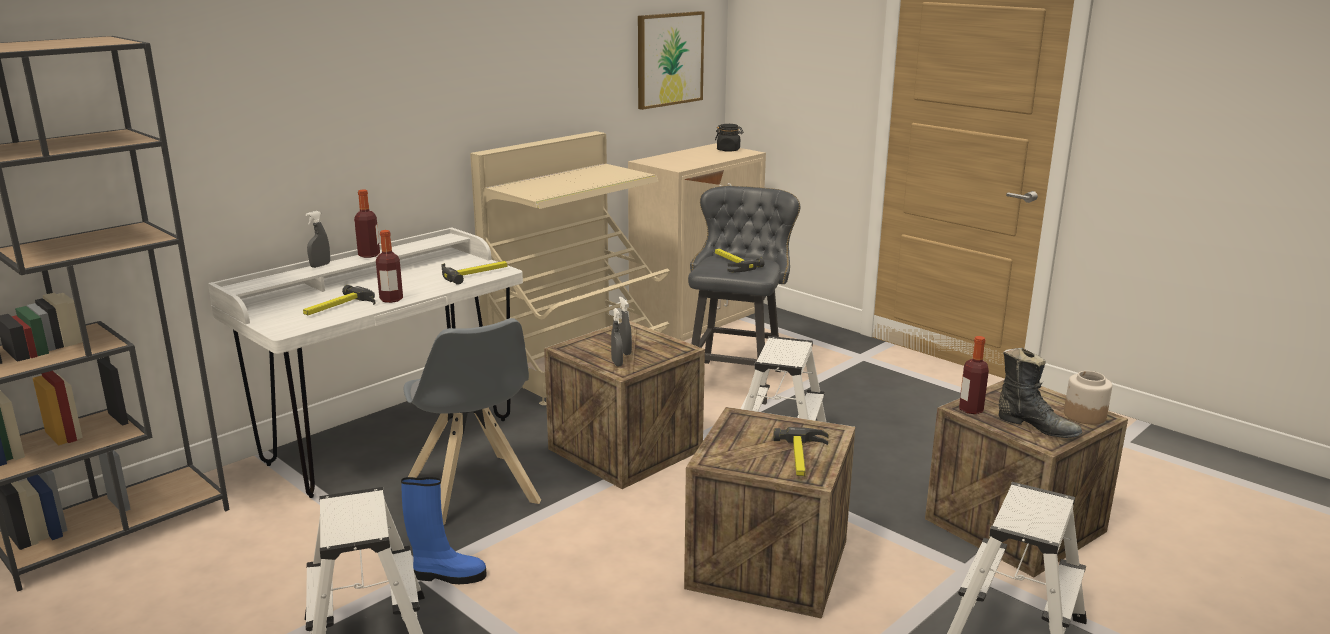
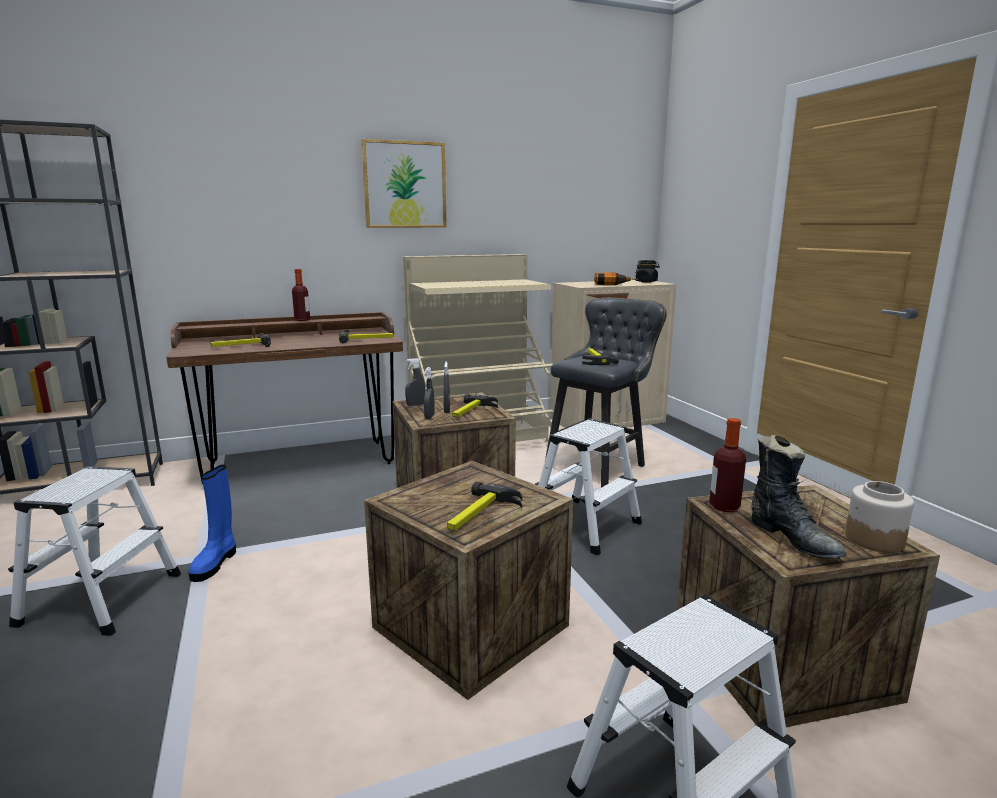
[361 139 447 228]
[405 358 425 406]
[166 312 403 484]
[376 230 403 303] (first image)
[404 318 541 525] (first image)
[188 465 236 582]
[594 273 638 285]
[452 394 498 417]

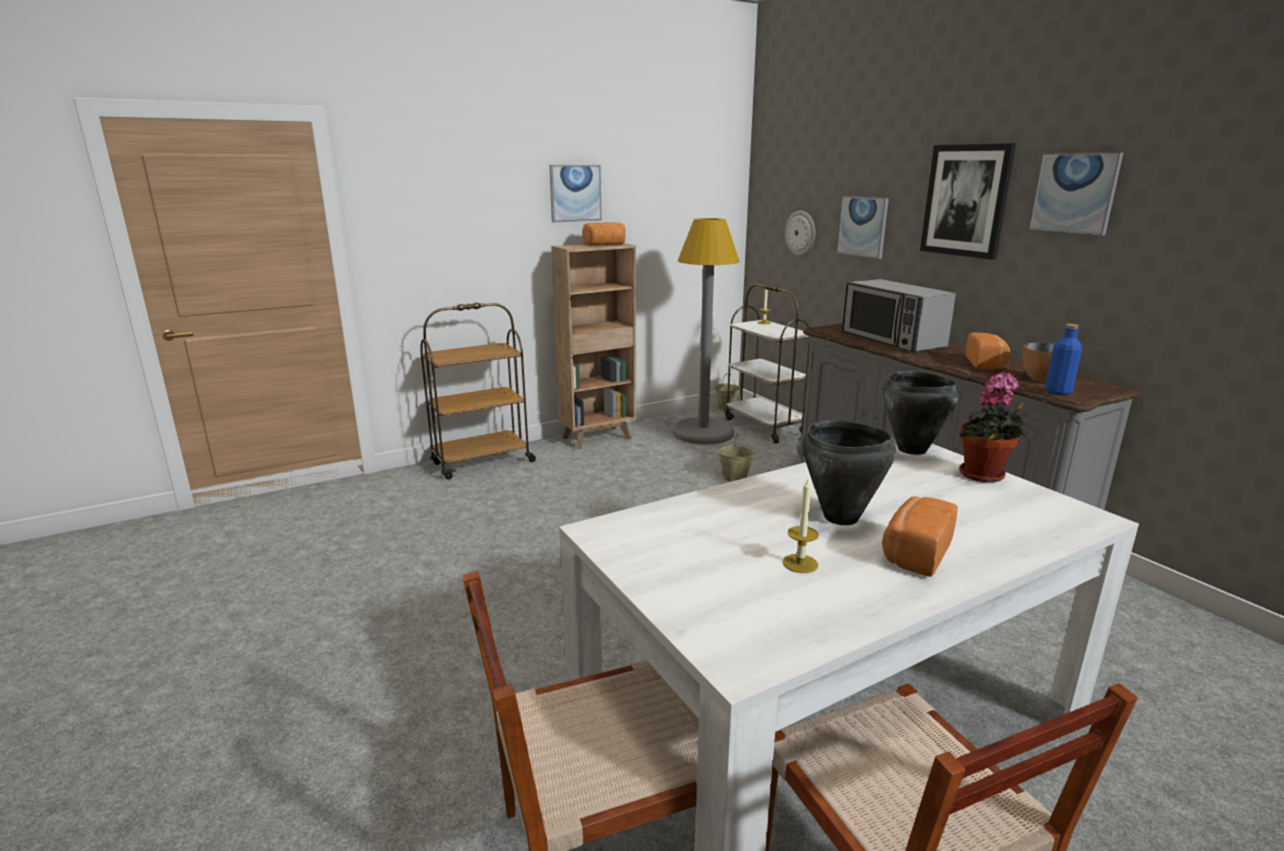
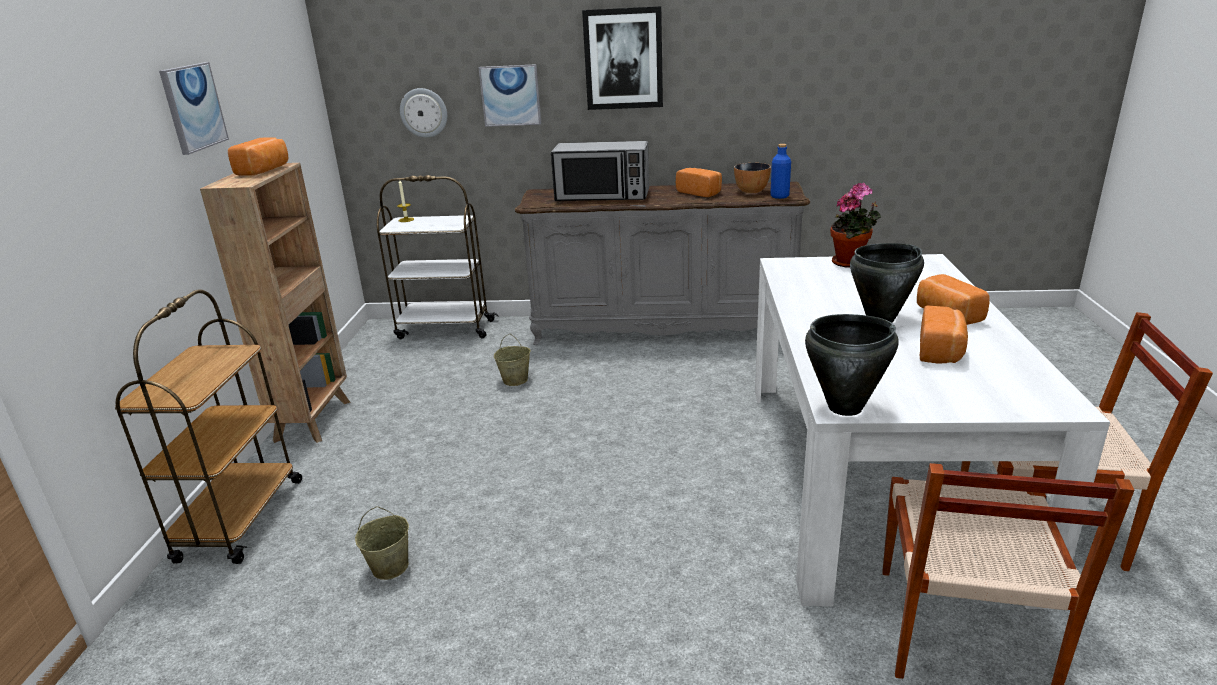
[1029 152 1124 236] (first image)
[673 218 739 445] (first image)
[805 314 898 416]
[355 506 409 580]
[920 306 968 364]

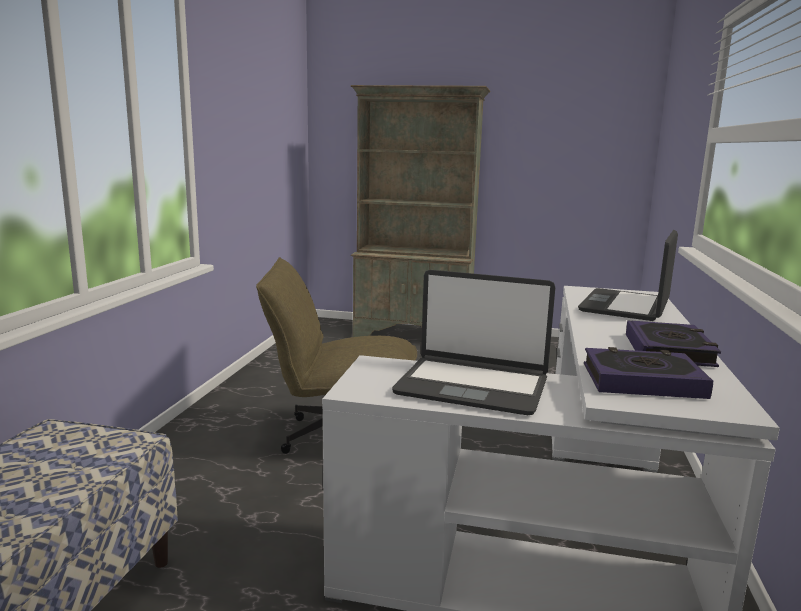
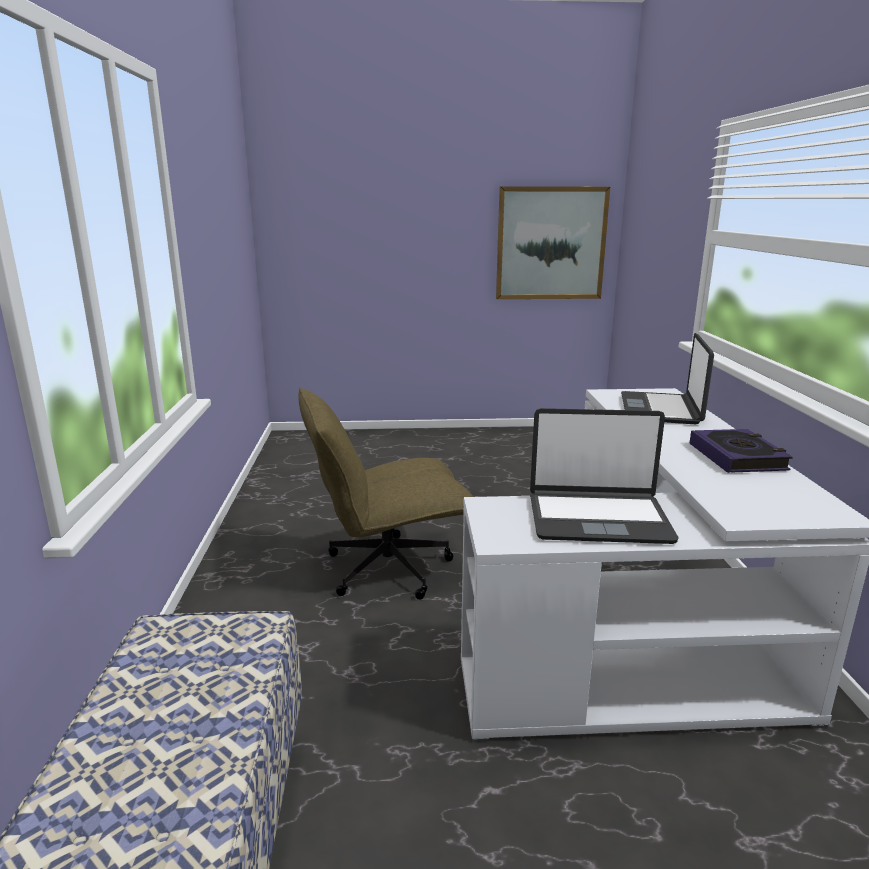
[351 85 491 337] (first image)
[584 347 713 399] (first image)
[496 186 610 299]

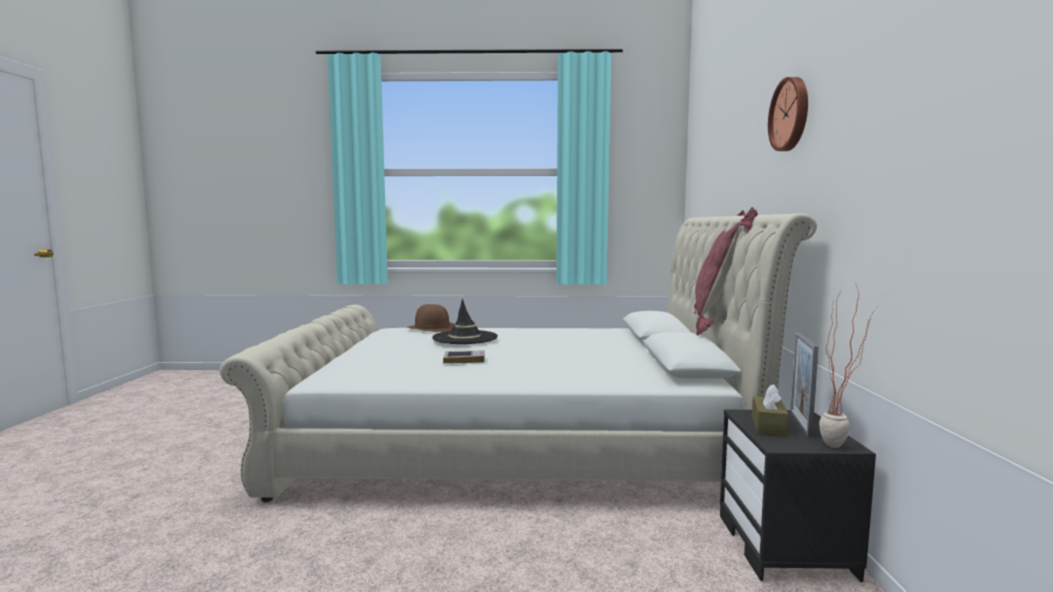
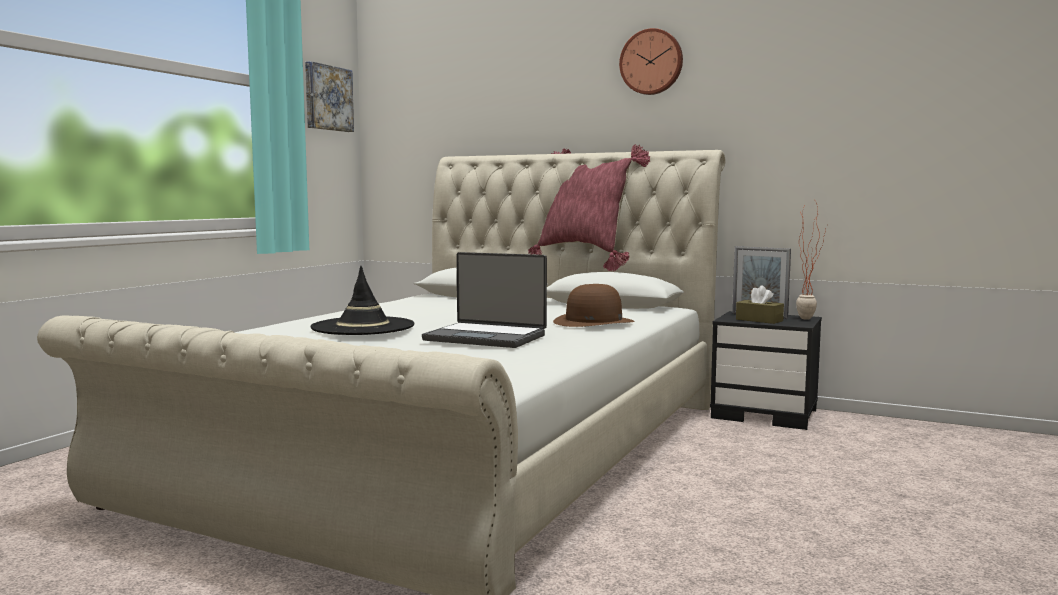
[553 284 635 327]
[422 252 547 348]
[305 61 354 132]

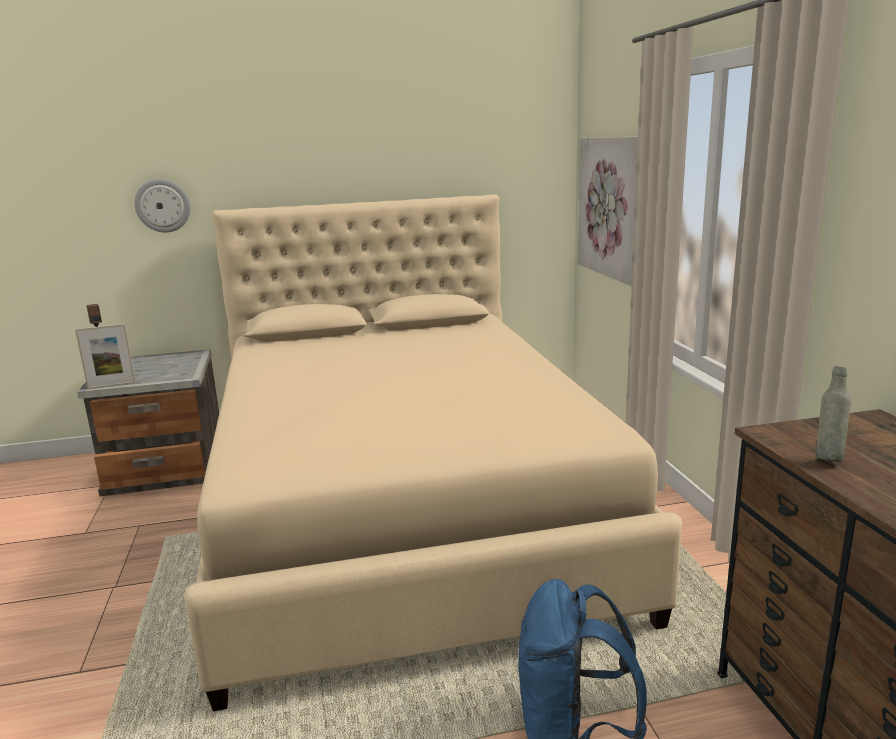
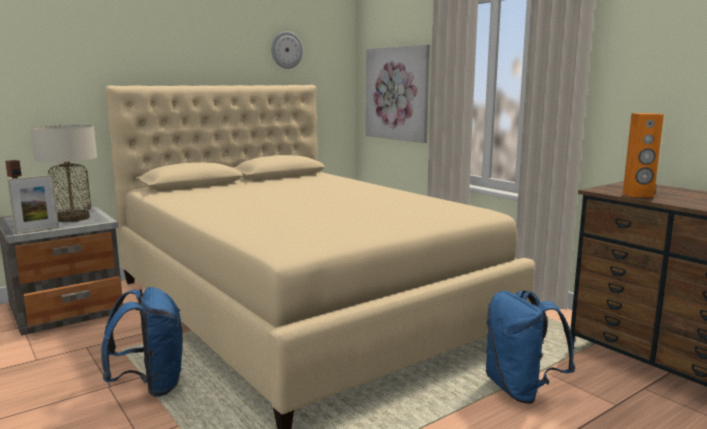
[271 31 303 69]
[623 113 664 197]
[30 125 97 222]
[101 287 183 397]

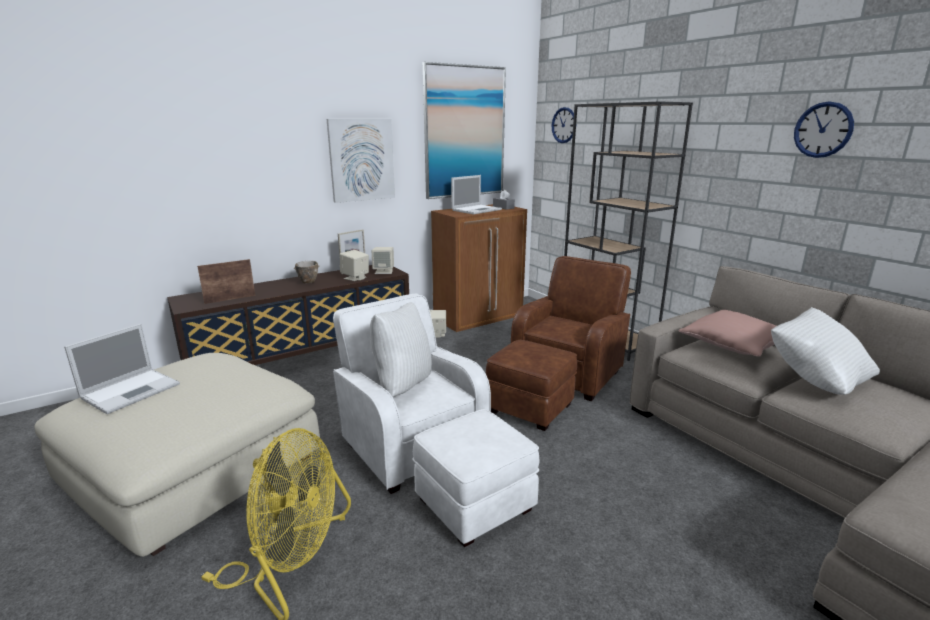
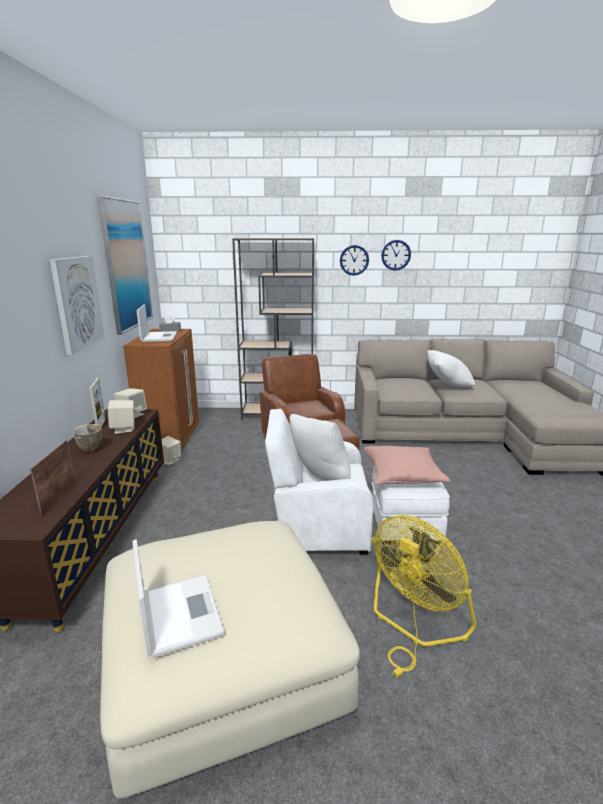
[340 245 369 276]
[364 446 450 485]

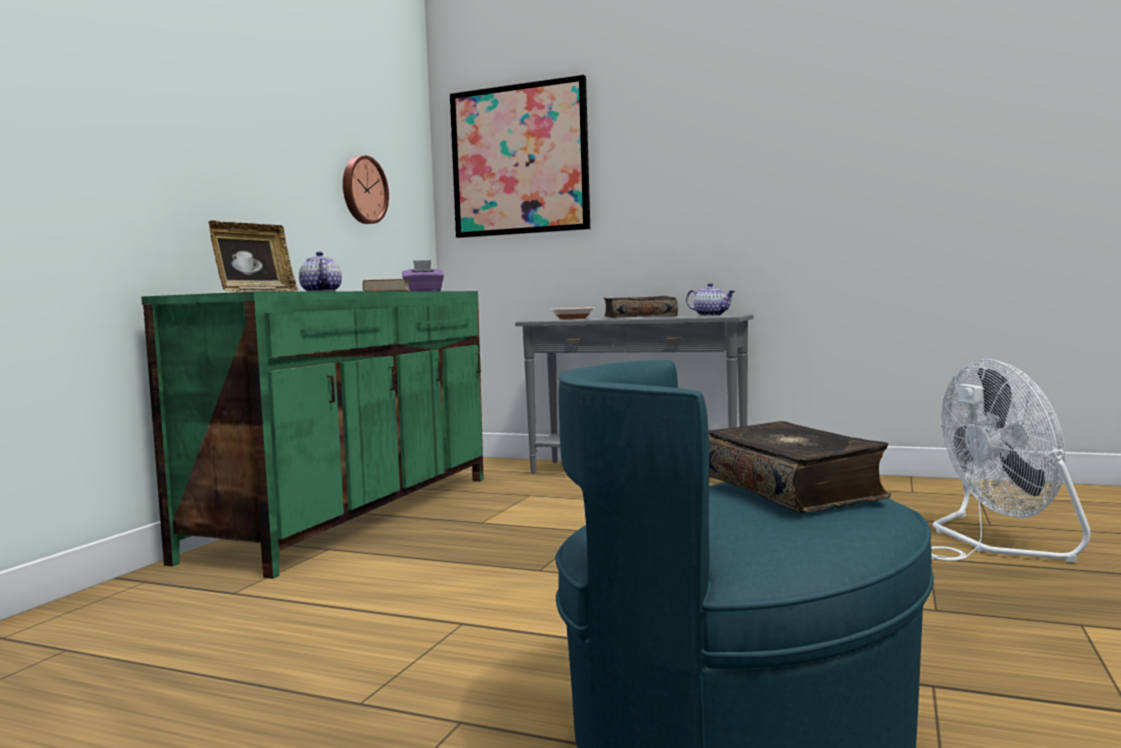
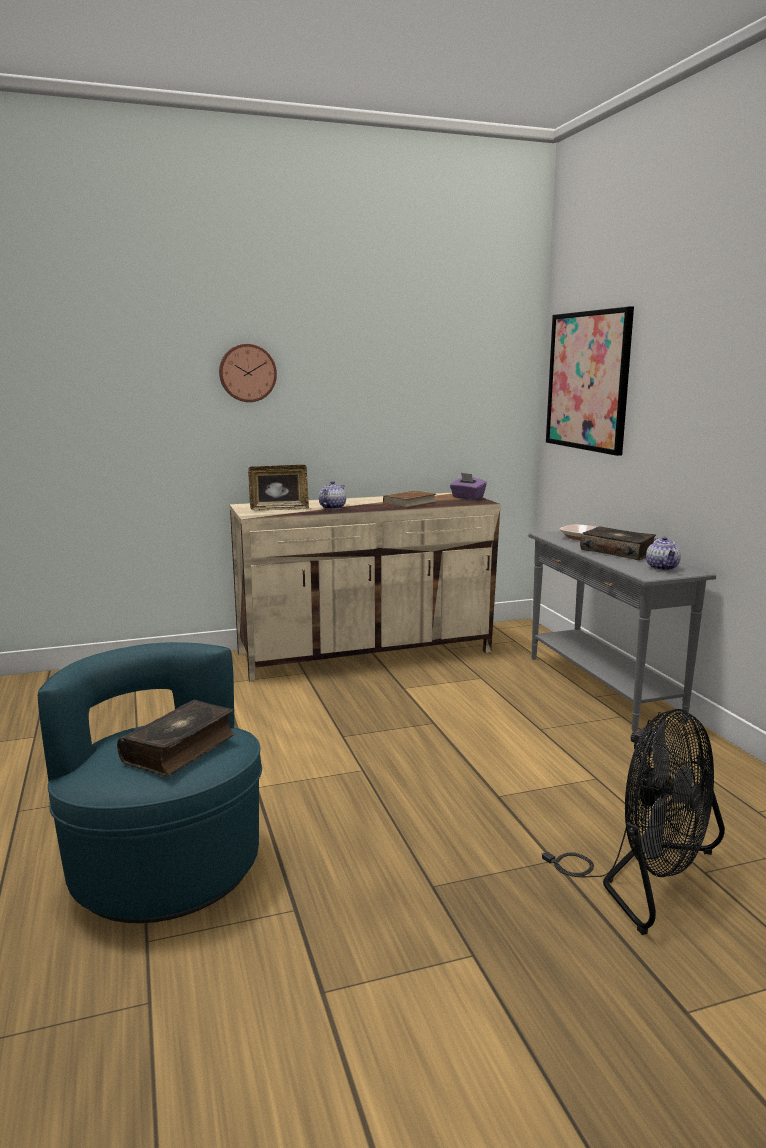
[219 344 277 402]
[229 493 500 682]
[541 709 725 935]

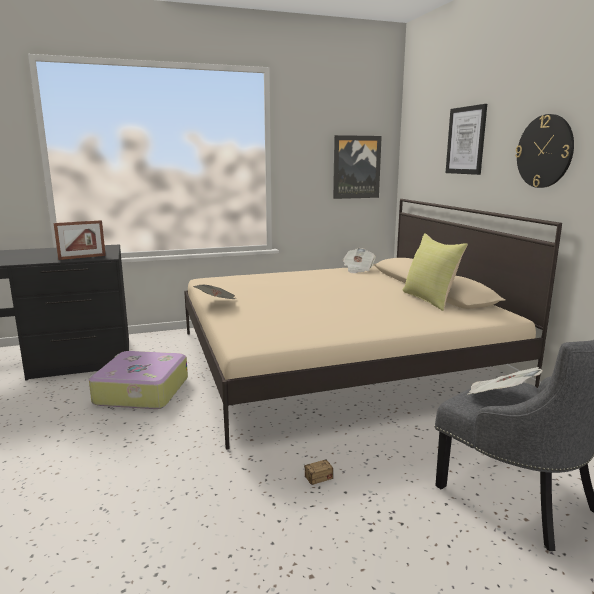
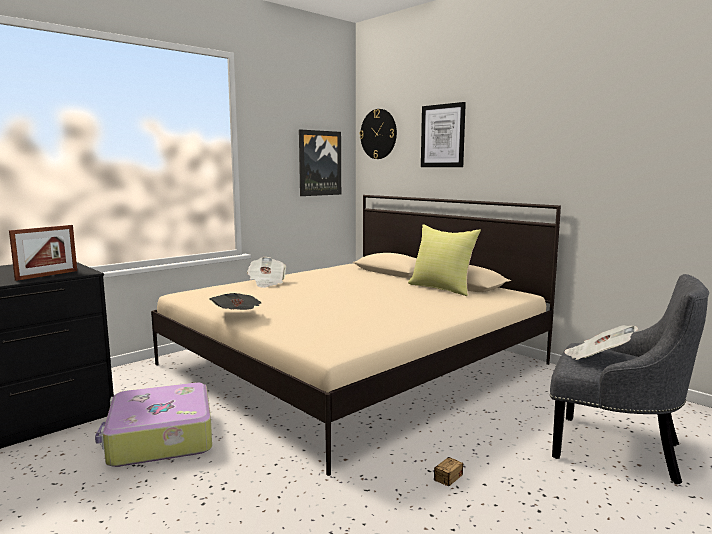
[359 109 397 159]
[247 257 286 288]

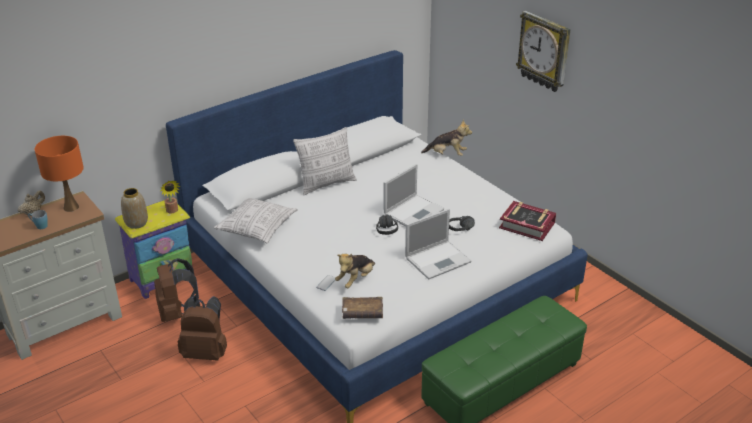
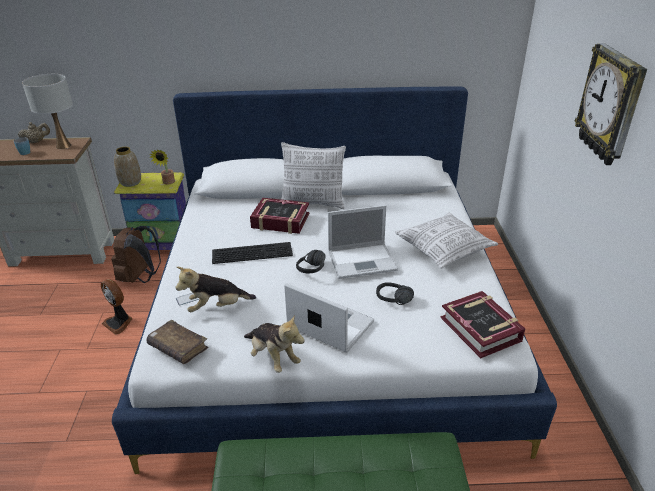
[244 315 305 373]
[22 74 73 149]
[395 213 498 269]
[284 283 374 352]
[101 279 133 335]
[250 198 310 234]
[212 242 293 264]

